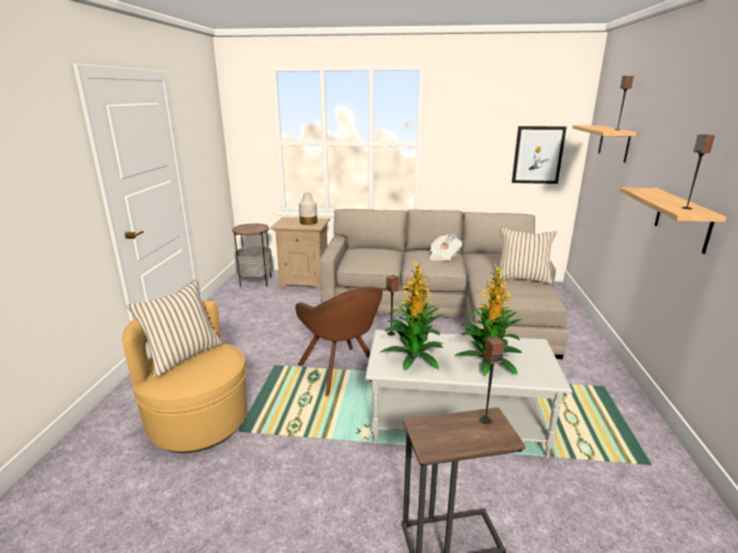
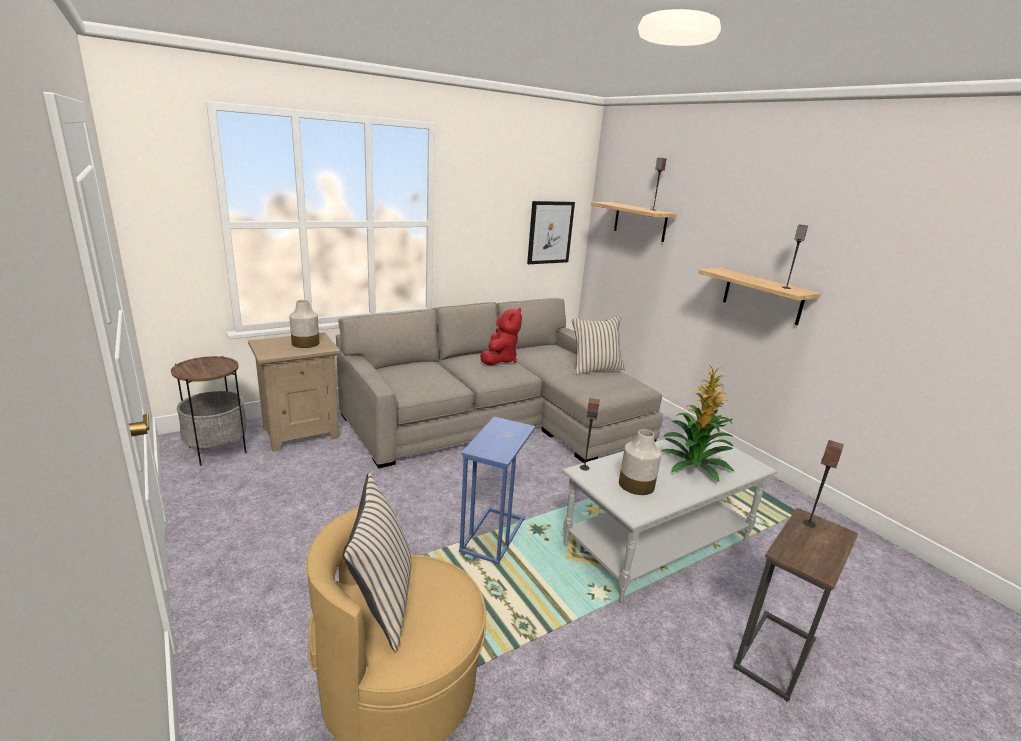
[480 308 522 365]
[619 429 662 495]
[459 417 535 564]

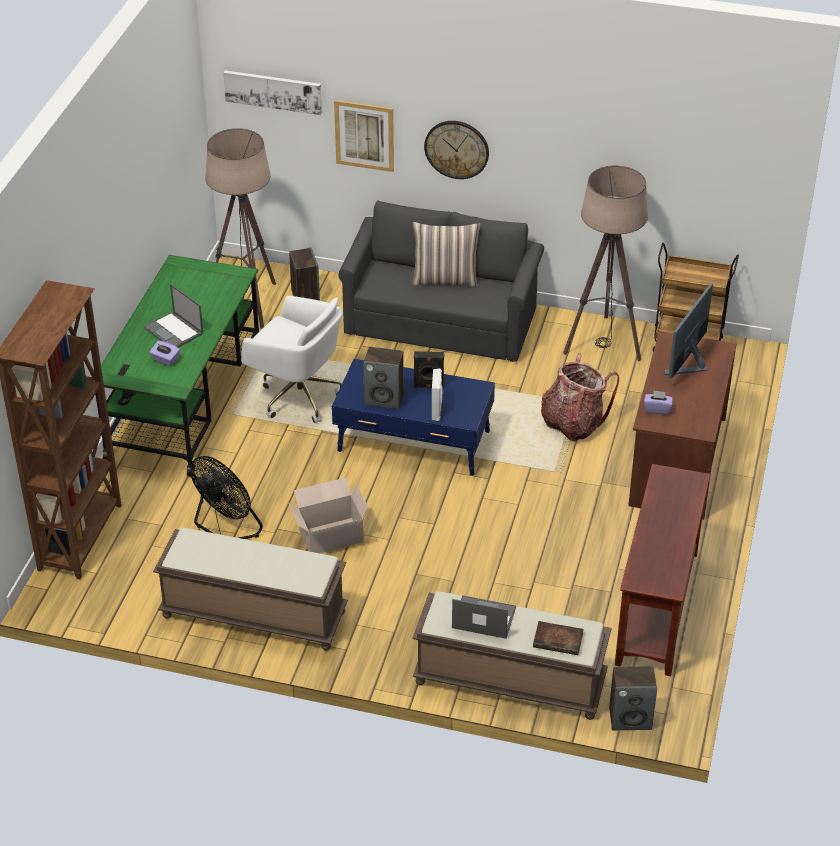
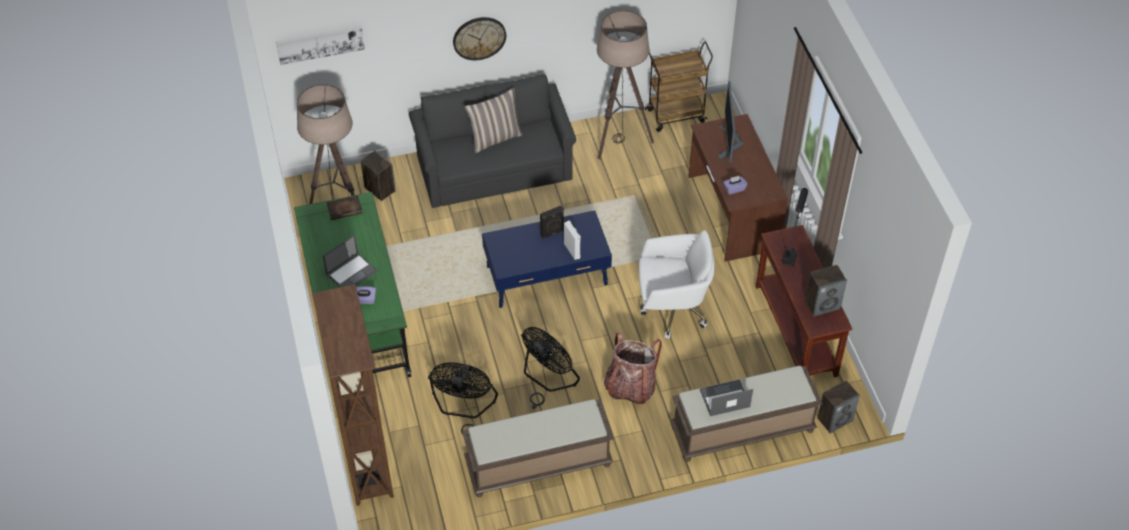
[334 100 394 172] (first image)
[323 235 377 287]
[639 230 714 339]
[805 265 847 317]
[604 332 662 404]
[521 327 580 409]
[327 195 363 220]
[781 188 808 266]

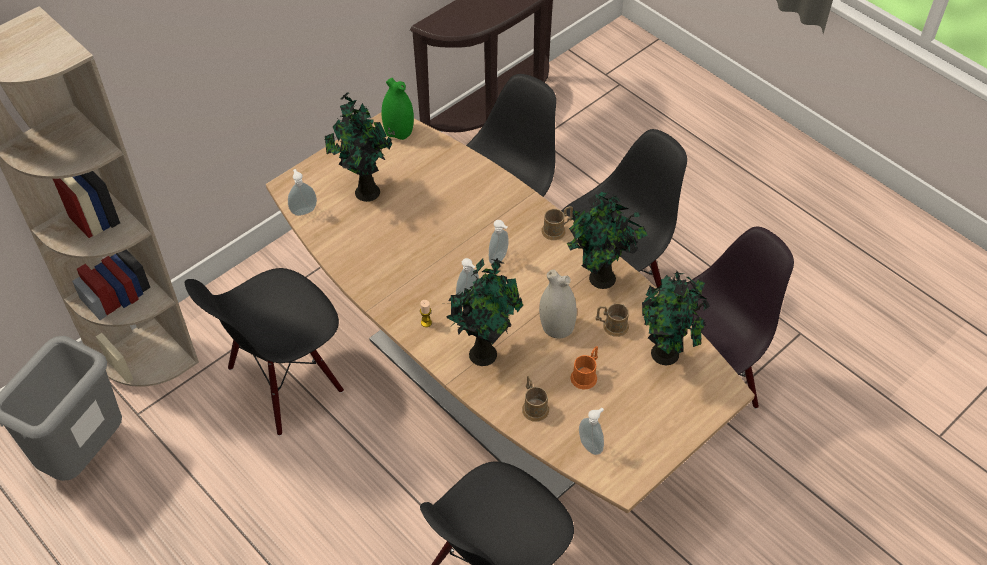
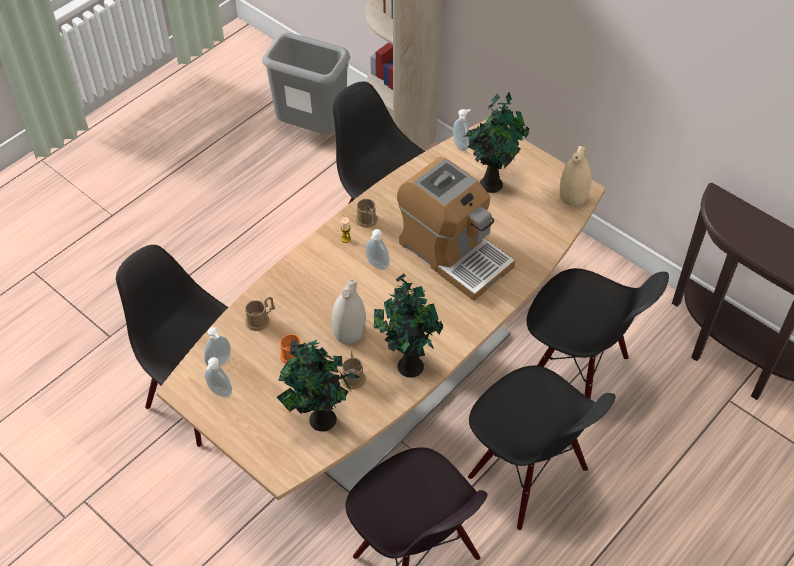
[560 146 592 206]
[355 199 378 228]
[204 357 232 397]
[446 258 523 366] (first image)
[397 157 515 301]

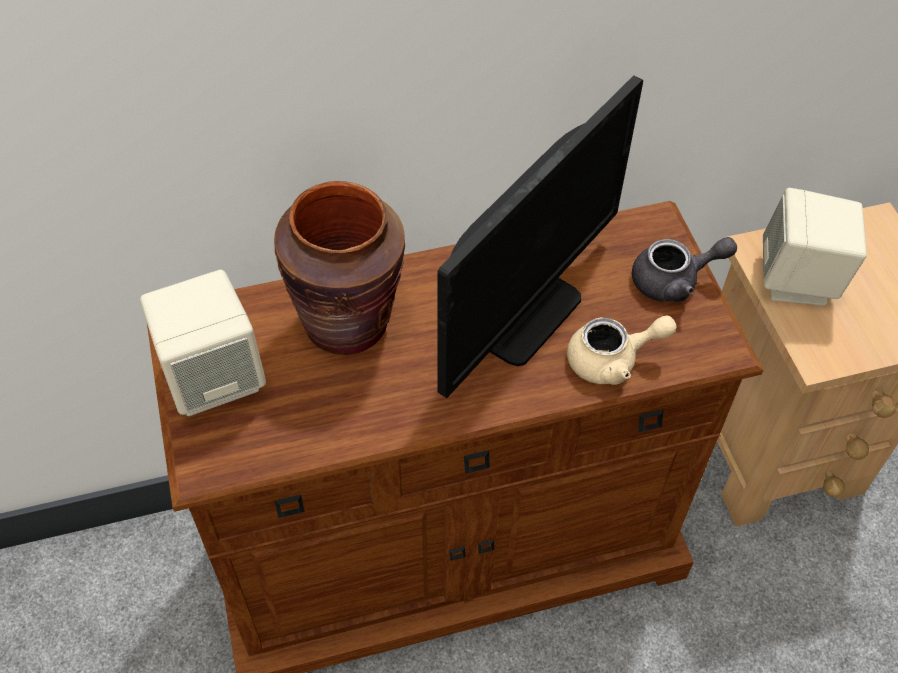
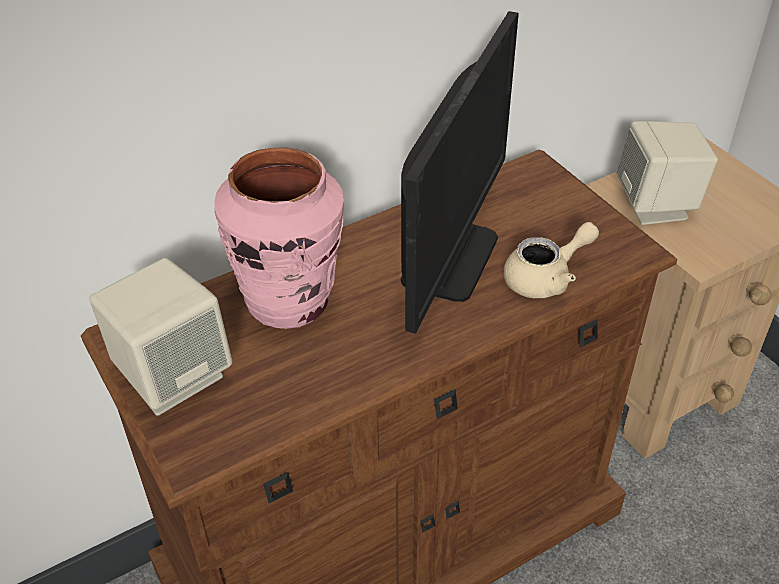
[214 147 344 329]
[632 237 737 302] (first image)

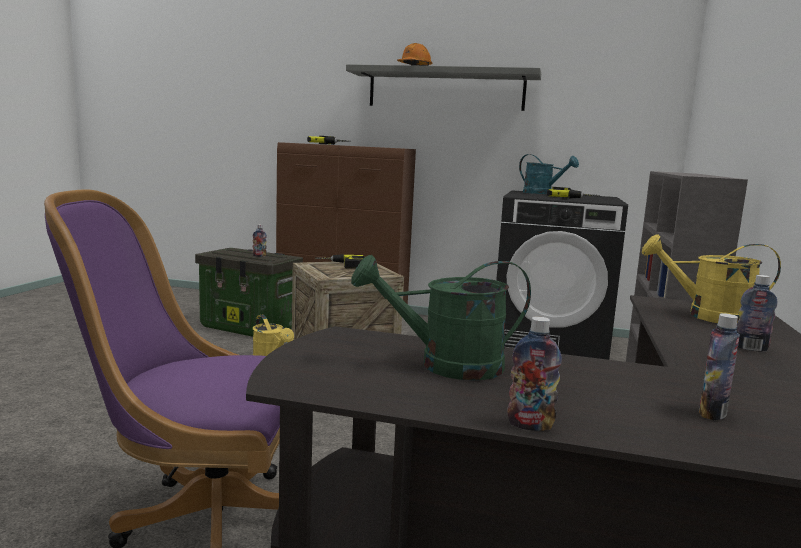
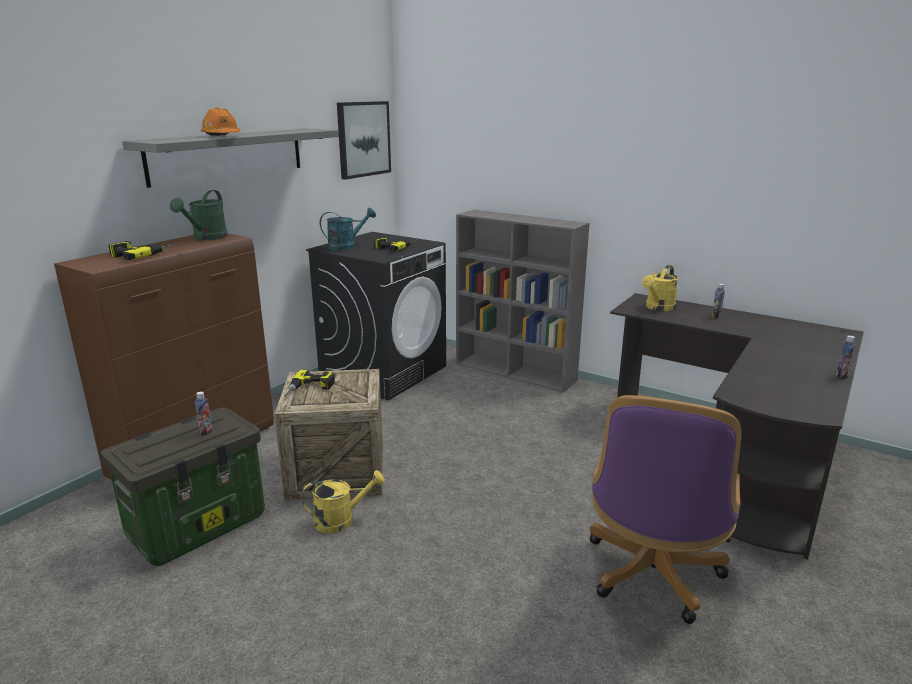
[170 190 228 240]
[699 313 740 421] (first image)
[337 101 391 180]

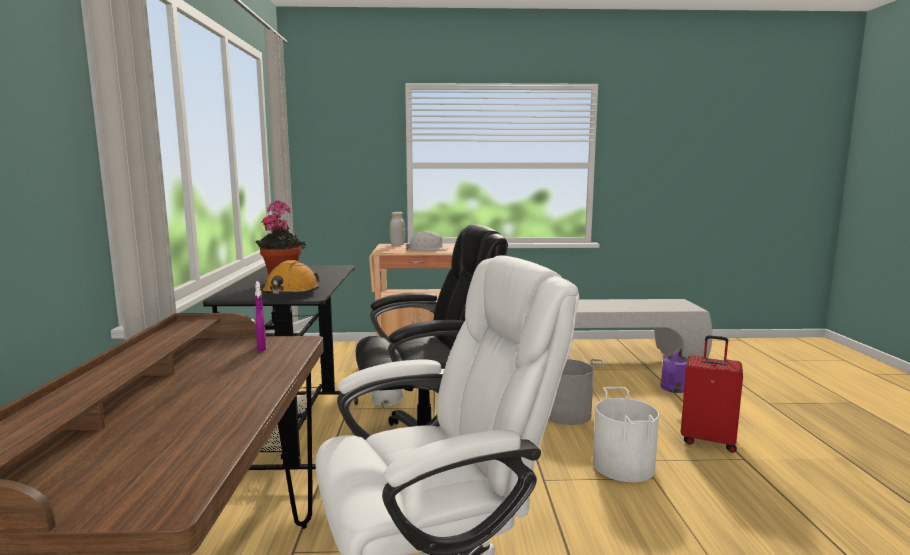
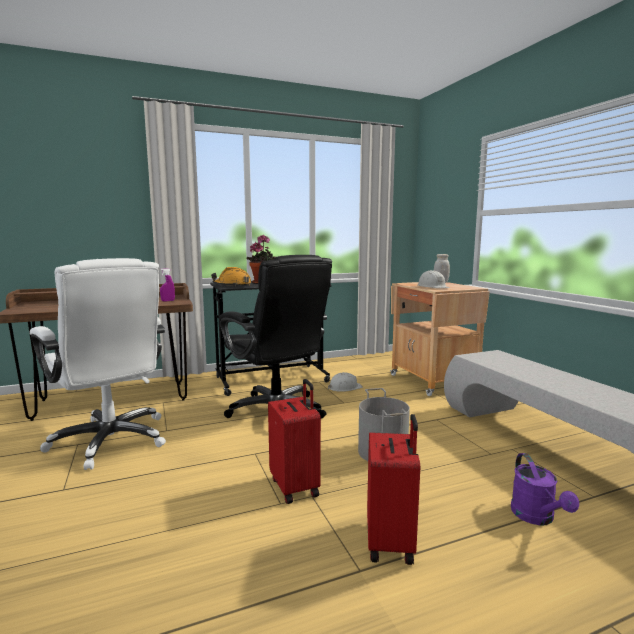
[511 453 579 526]
[268 379 321 504]

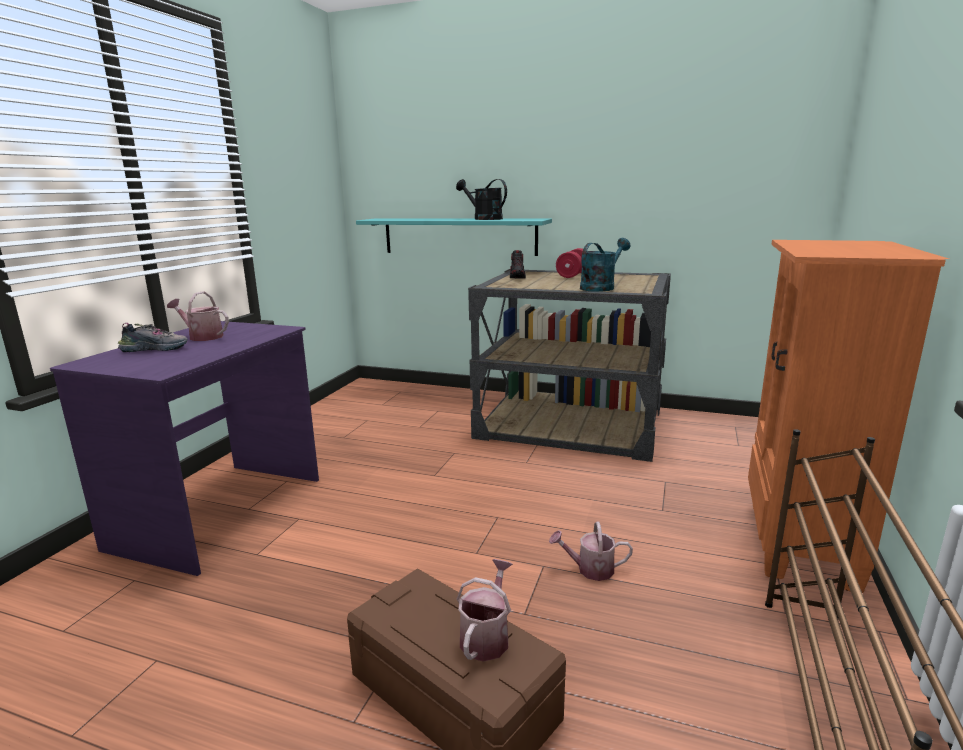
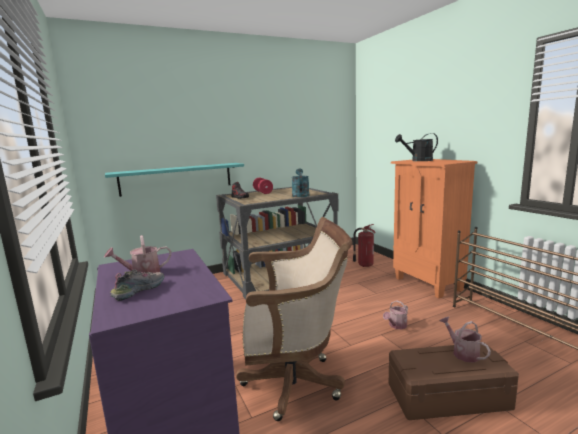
[395 133 438 161]
[236 217 352 421]
[353 224 376 267]

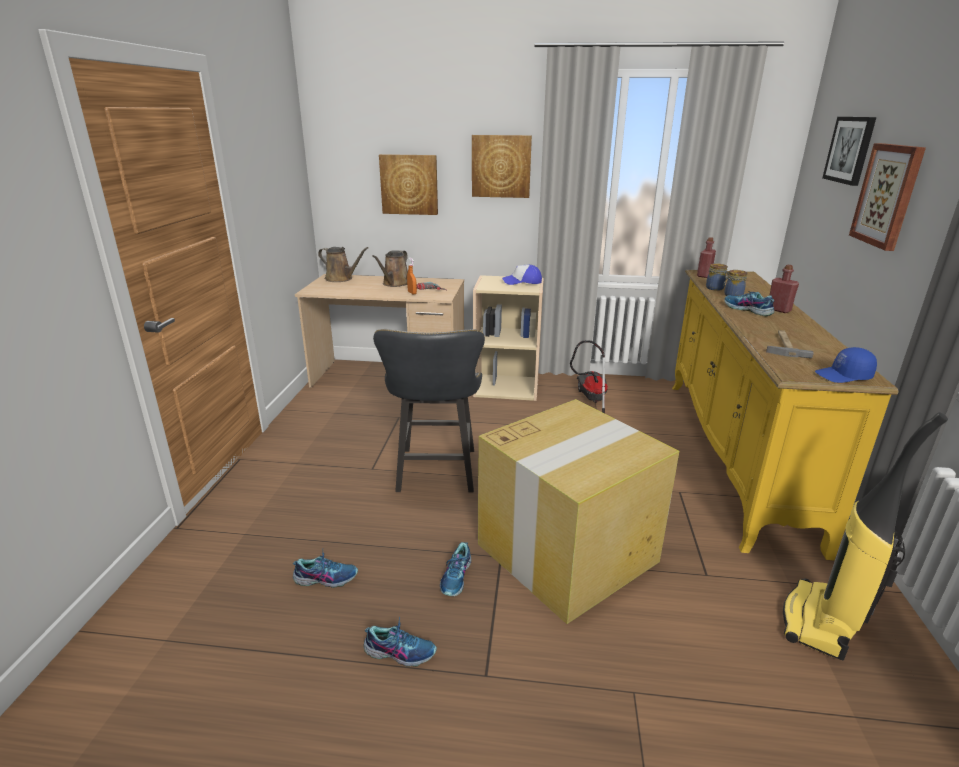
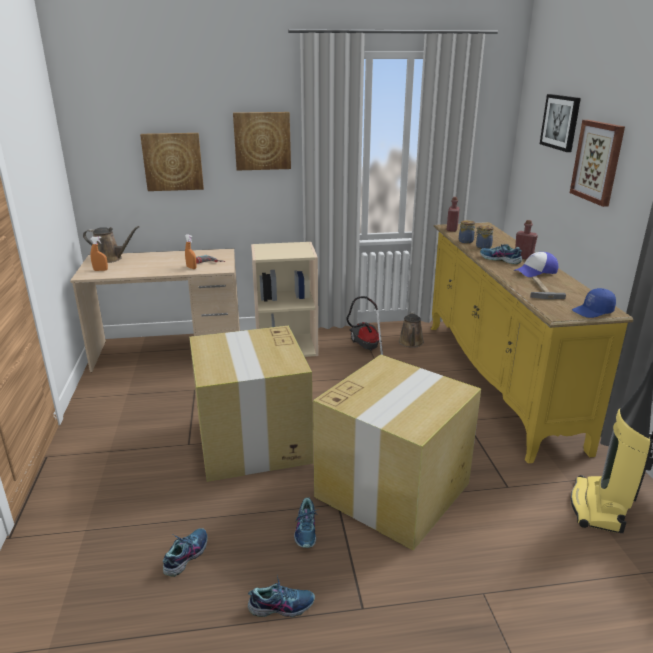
[399 312 424 348]
[514 252 558 277]
[189 325 313 482]
[163 528 208 577]
[90 237 108 271]

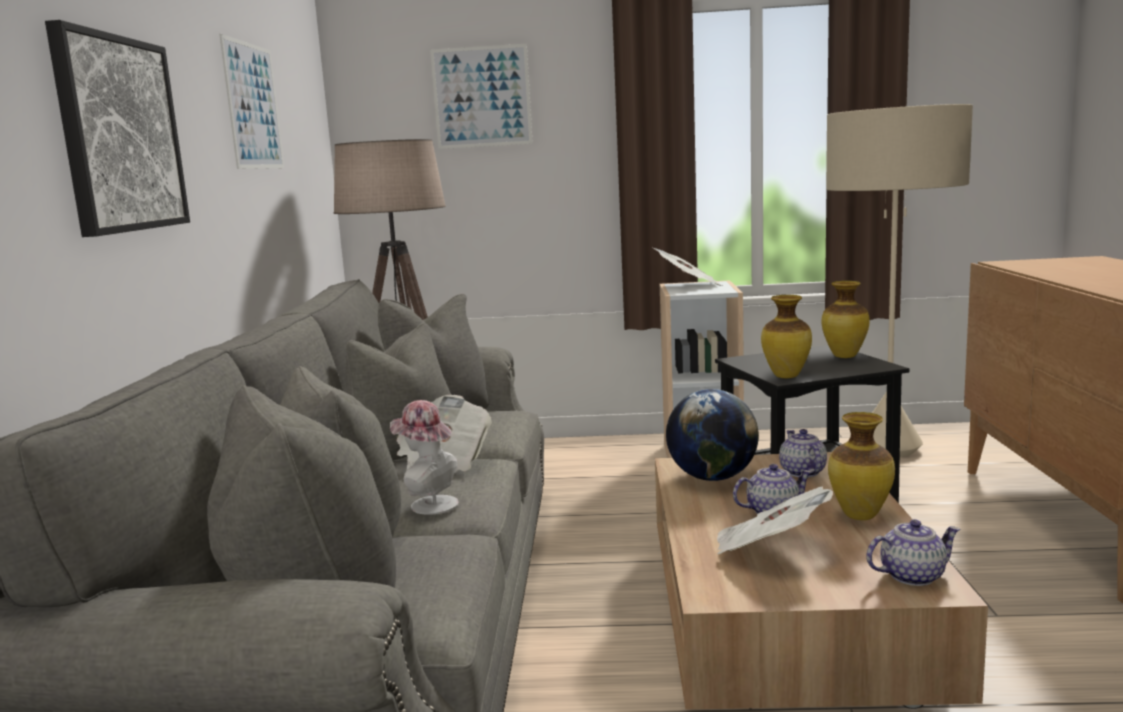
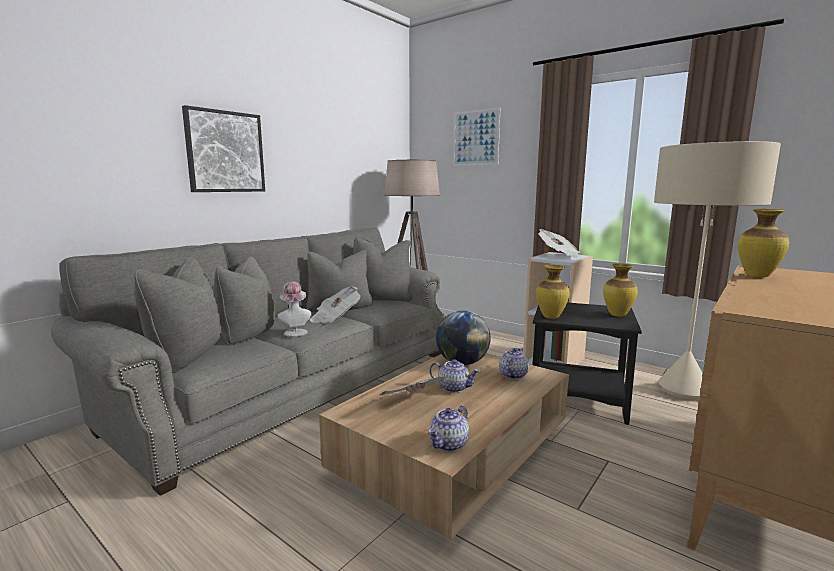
[219 34 284 169] (first image)
[738 209 789 277]
[428 405 469 452]

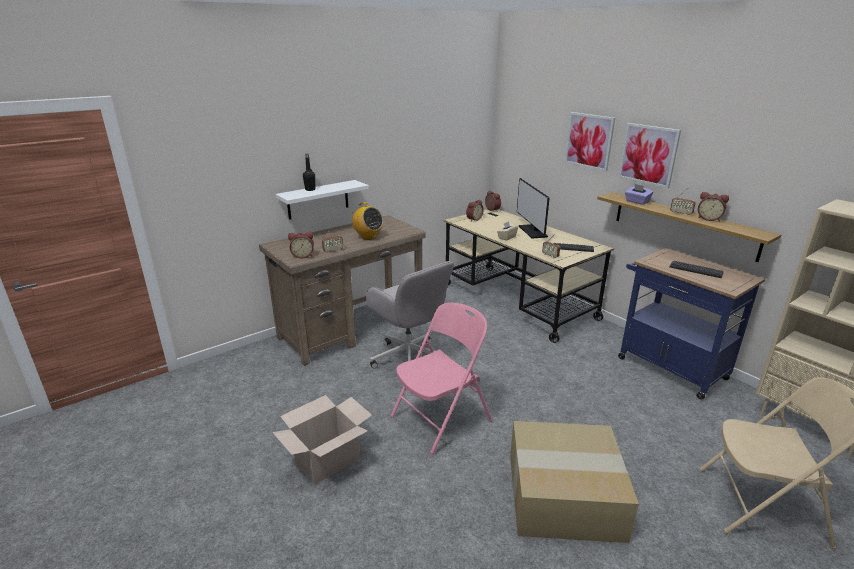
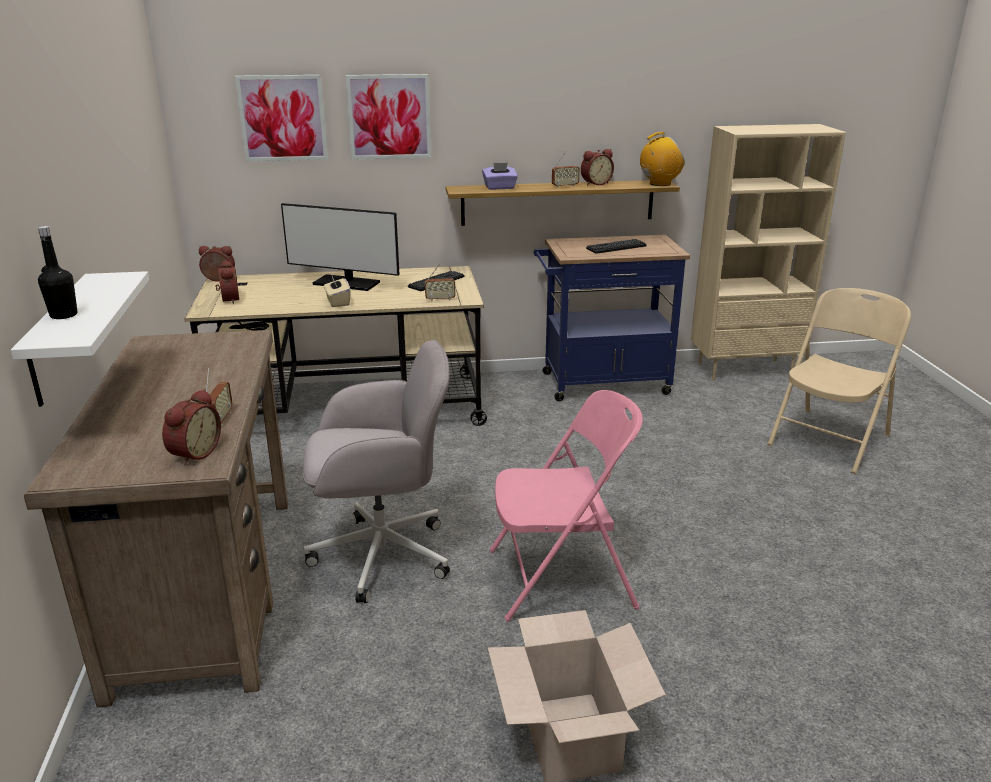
[235 75 328 161]
[640 132 685 186]
[490 390 643 622]
[510 421 639 543] (first image)

